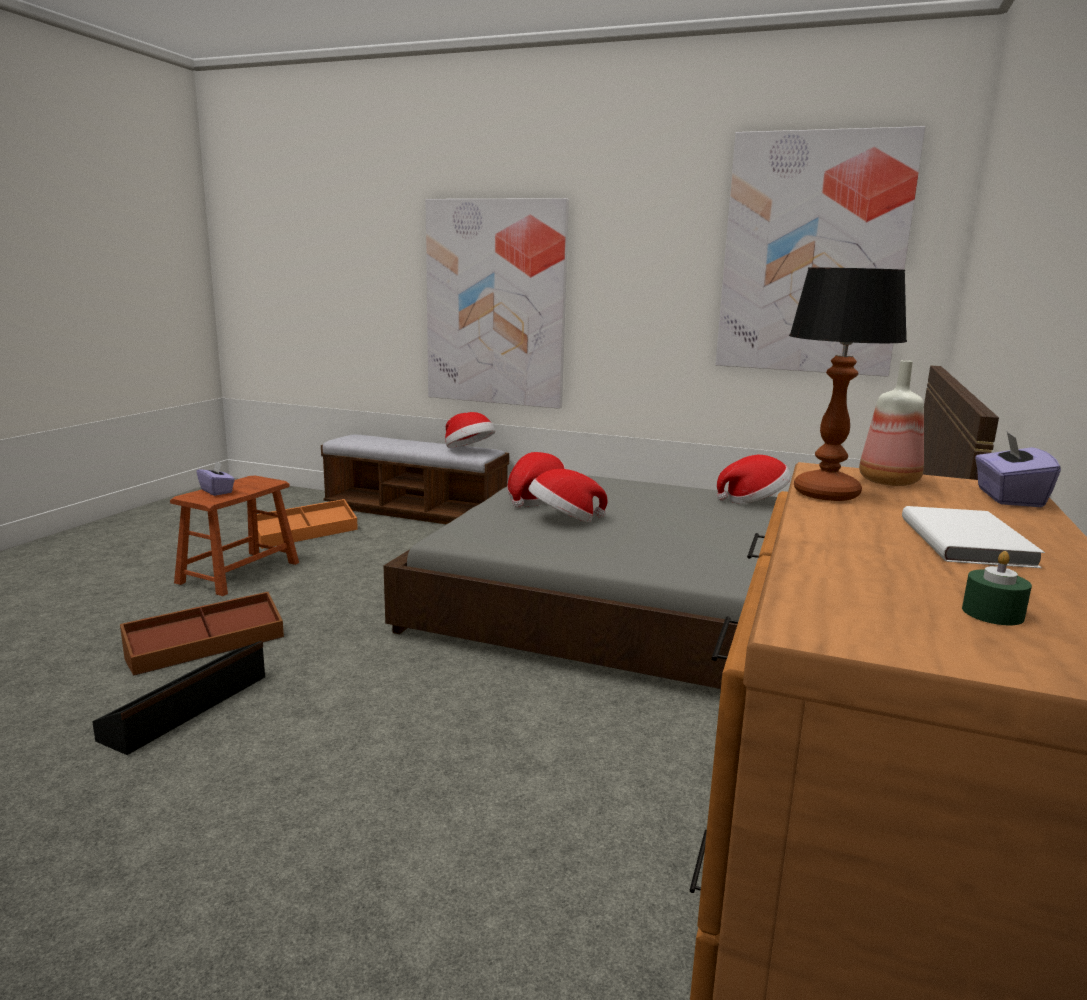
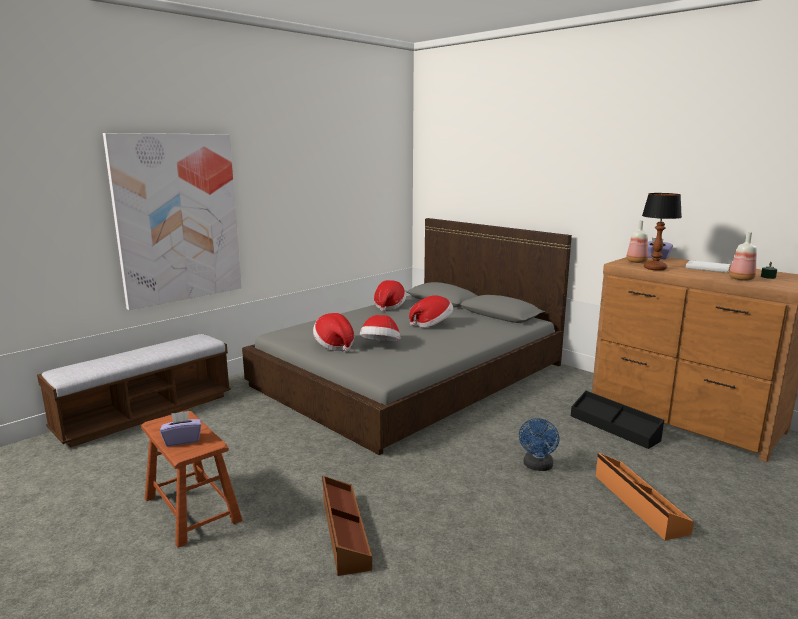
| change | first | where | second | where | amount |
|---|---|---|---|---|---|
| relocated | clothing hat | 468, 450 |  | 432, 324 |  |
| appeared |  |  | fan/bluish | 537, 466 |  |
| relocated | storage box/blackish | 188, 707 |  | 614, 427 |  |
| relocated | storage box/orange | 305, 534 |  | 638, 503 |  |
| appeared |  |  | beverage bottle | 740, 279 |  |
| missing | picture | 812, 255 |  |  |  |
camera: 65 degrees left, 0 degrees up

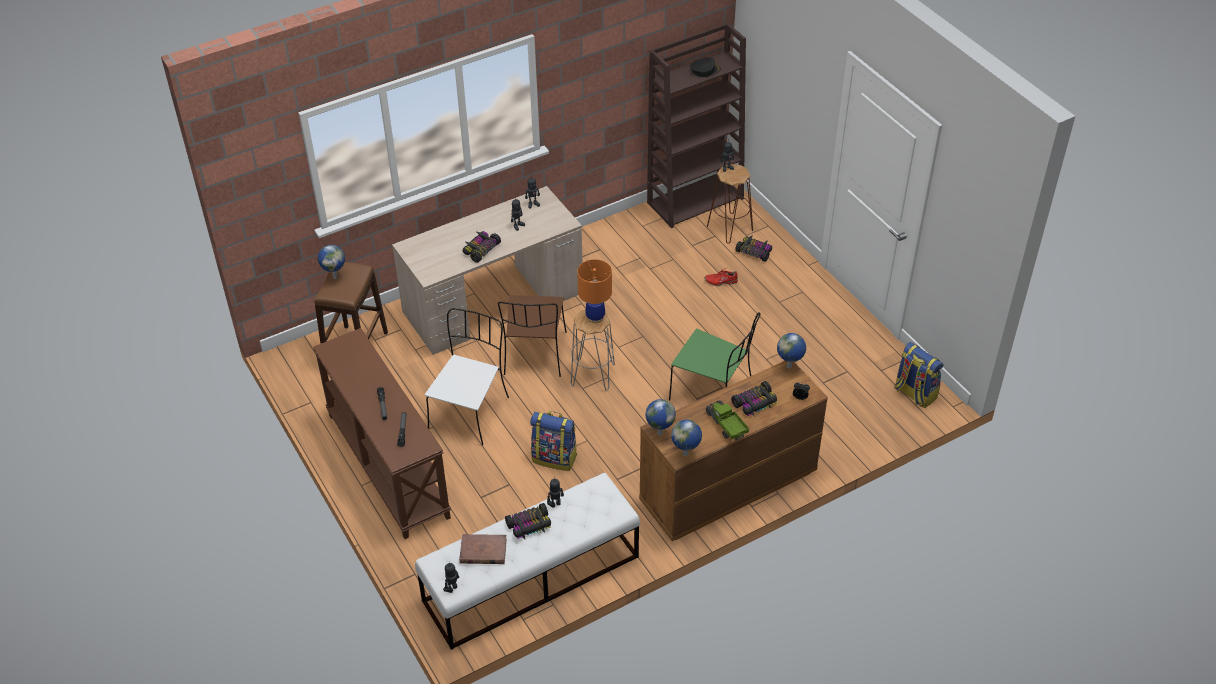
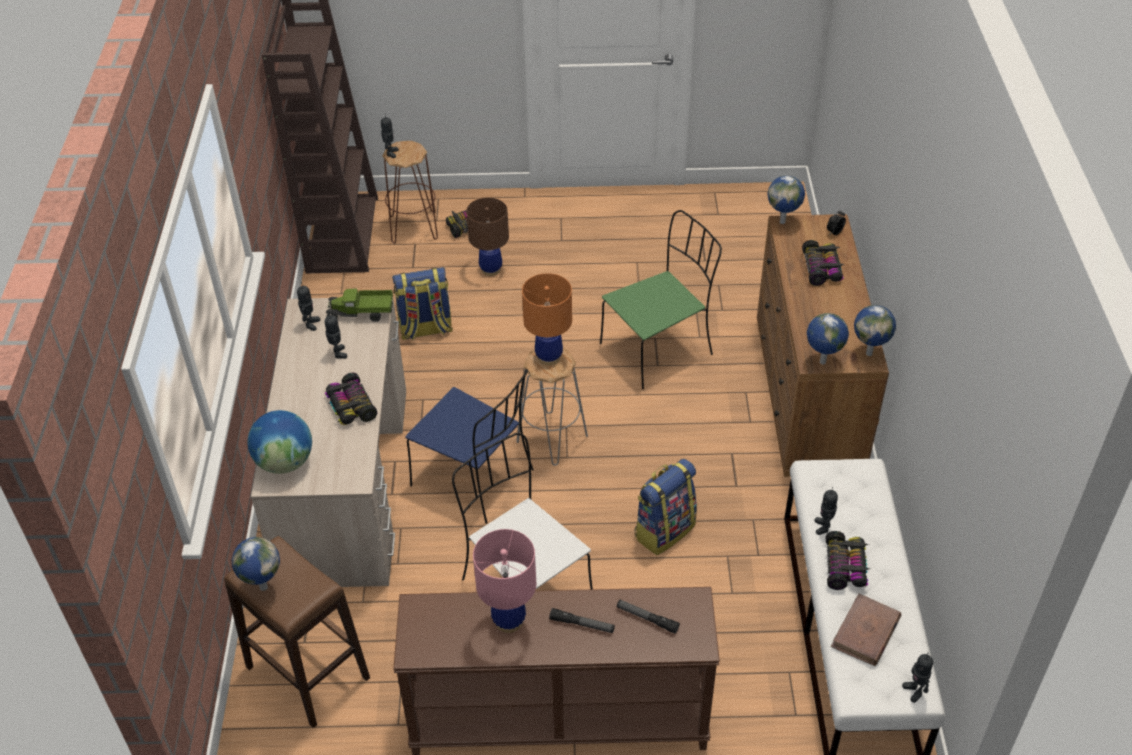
| change | first | where | second | where | amount |
|---|---|---|---|---|---|
| appeared |  |  | desk globe | 285, 462 |  |
| relocated | toy lorry | 725, 425 |  | 361, 313 |  |
| relocated | knapsack | 914, 393 |  | 425, 329 |  |
| colour | plain chair/brown | 535, 355 | plain chair/bluish | 475, 479 |  |
| exchanged | item of footwear/reddish | 721, 281 | lamp for a table/brown | 491, 269 |  |
| appeared |  |  | lamp for a table/pink-coloured | 509, 621 |  |
| missing | peaked cap/blackish | 705, 70 |  |  |  |
camera: 60 degrees left, 0 degrees up

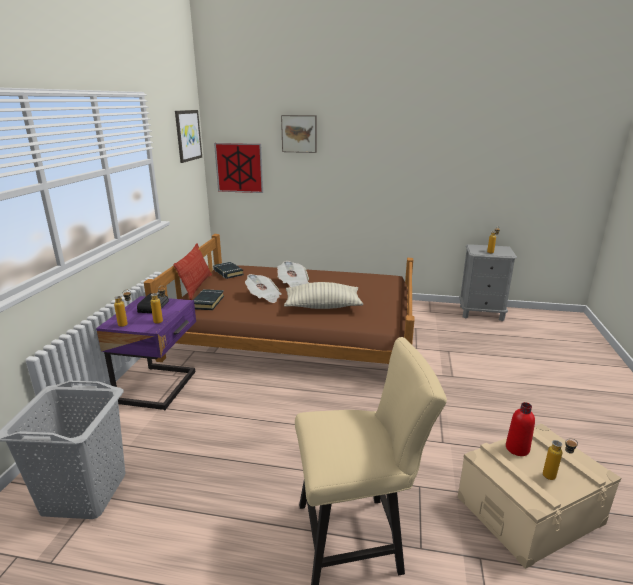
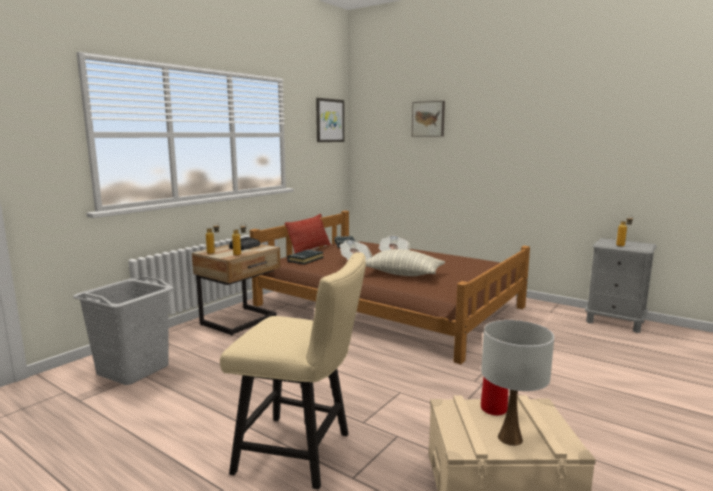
| change | first | where | second | where | amount |
|---|---|---|---|---|---|
| colour | bedside table/purplish | 160, 388 | bedside table/beige | 241, 321 |  |
| exchanged | beverage bottle | 554, 477 | lamp for a table/white-coloured | 510, 438 |  |
| missing | picture | 239, 168 |  |  |  |
camera: 25 degrees right, 10 degrees down

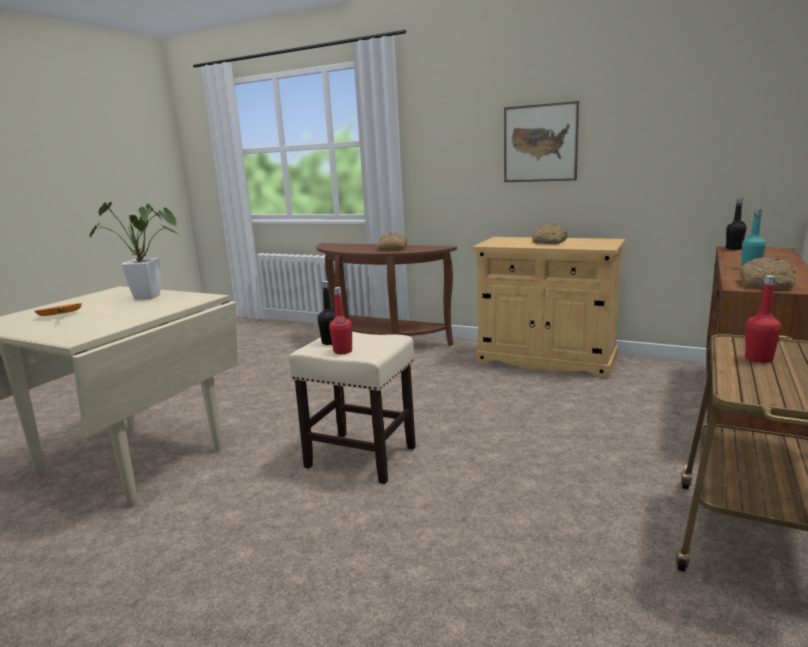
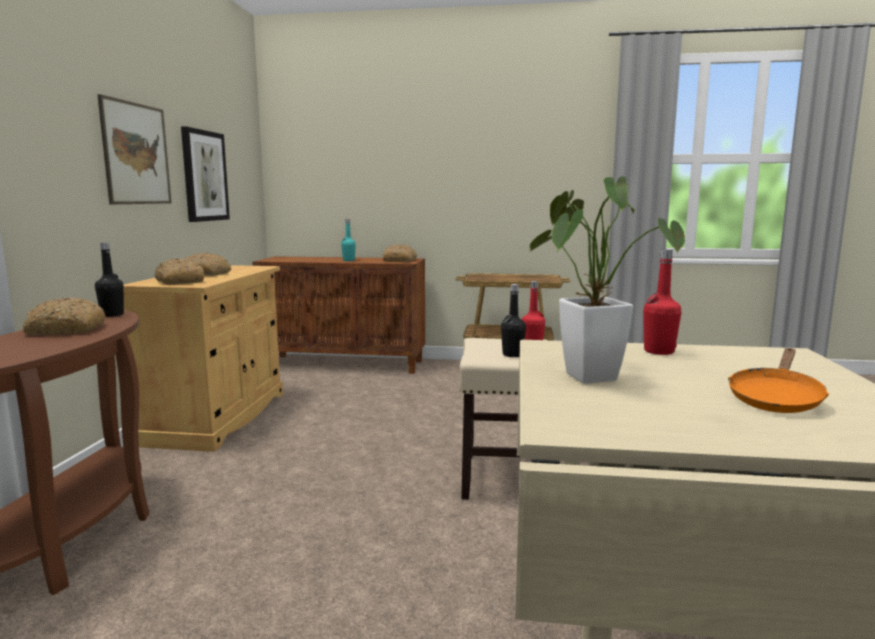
| change | first | where | second | where | amount |
|---|---|---|---|---|---|
| relocated | beverage bottle/blackish | 734, 249 |  | 112, 315 |  |
| appeared |  |  | bakery bread | 179, 282 |  |
| appeared |  |  | picture | 204, 176 |  |
| relocated | beverage bottle/reddish | 759, 359 |  | 659, 351 |  |
camera: 110 degrees left, 5 degrees down

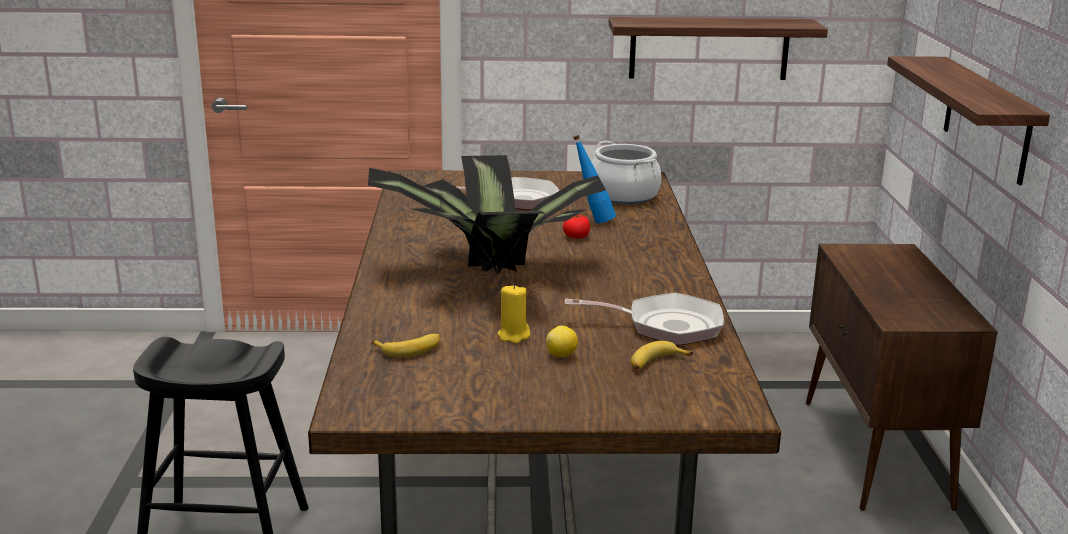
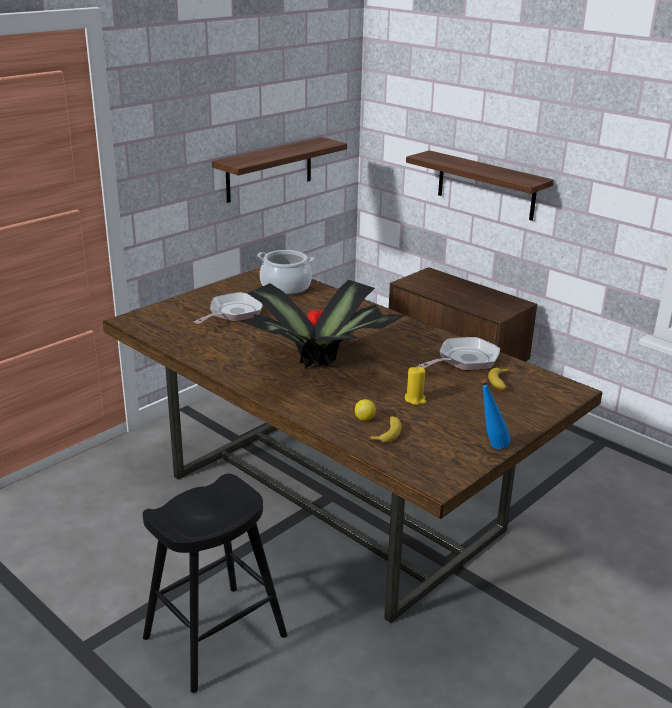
| change | first | where | second | where | amount |
|---|---|---|---|---|---|
| relocated | citrus fruit | 561, 355 |  | 365, 418 |  |
| relocated | beverage bottle/bluish | 592, 221 |  | 490, 448 |  |
camera: 45 degrees left, 5 degrees up

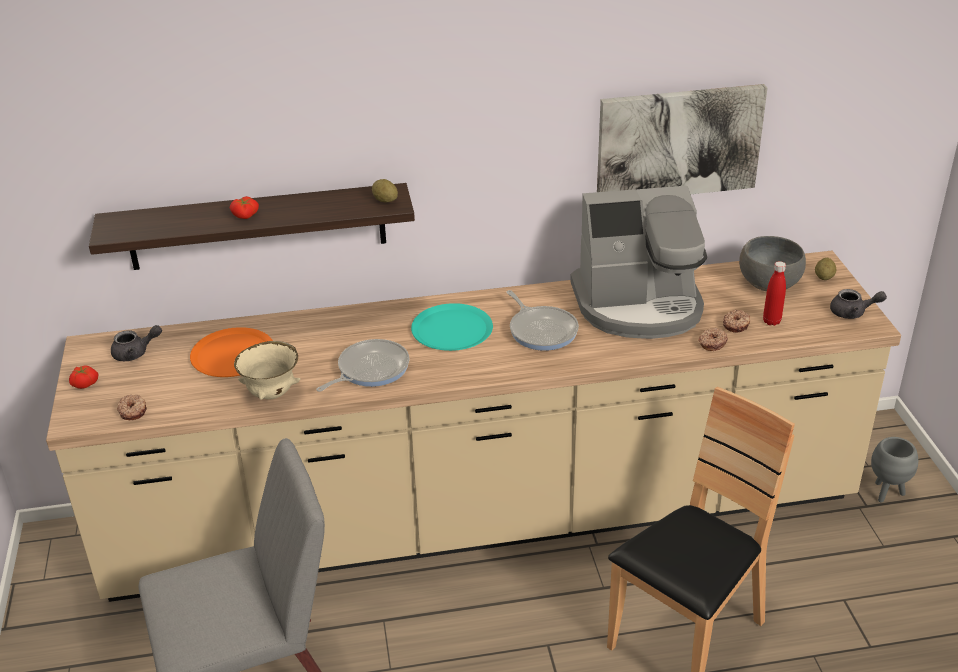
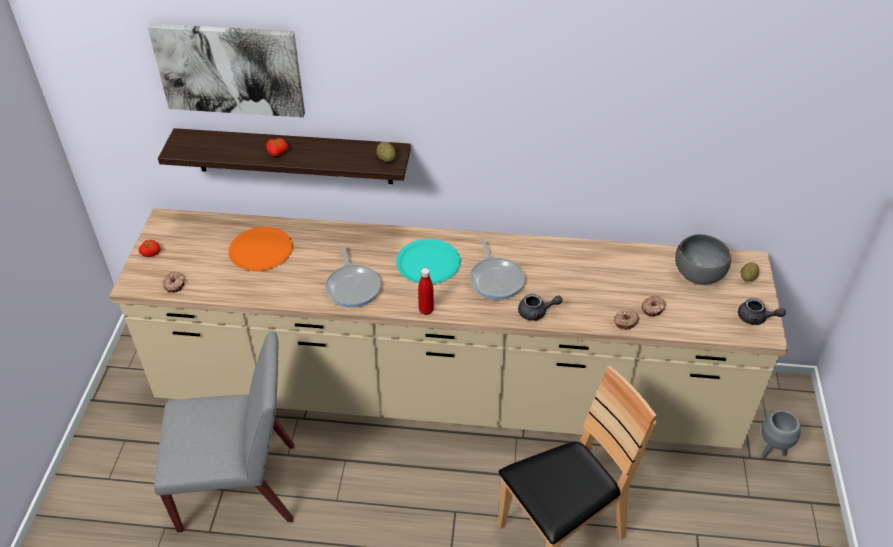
| change | first | where | second | where | amount |
|---|---|---|---|---|---|
| relocated | picture | 678, 142 |  | 230, 69 |  |
| spun | frying pan | 370, 369 |  | 353, 286 | 105 degrees clockwise |
| relocated | beverage bottle/reddish | 771, 321 |  | 426, 310 |  |
| relocated | pot for tea/grey | 135, 353 |  | 536, 312 |  |
| missing | deep dish/beige | 272, 394 |  |  |  |
| missing | coffee brewer | 639, 306 |  |  |  |
camera: 15 degrees right, 10 degrees up

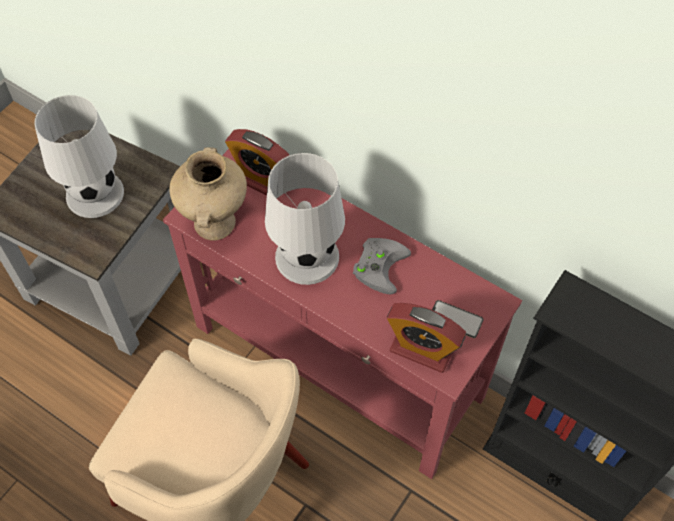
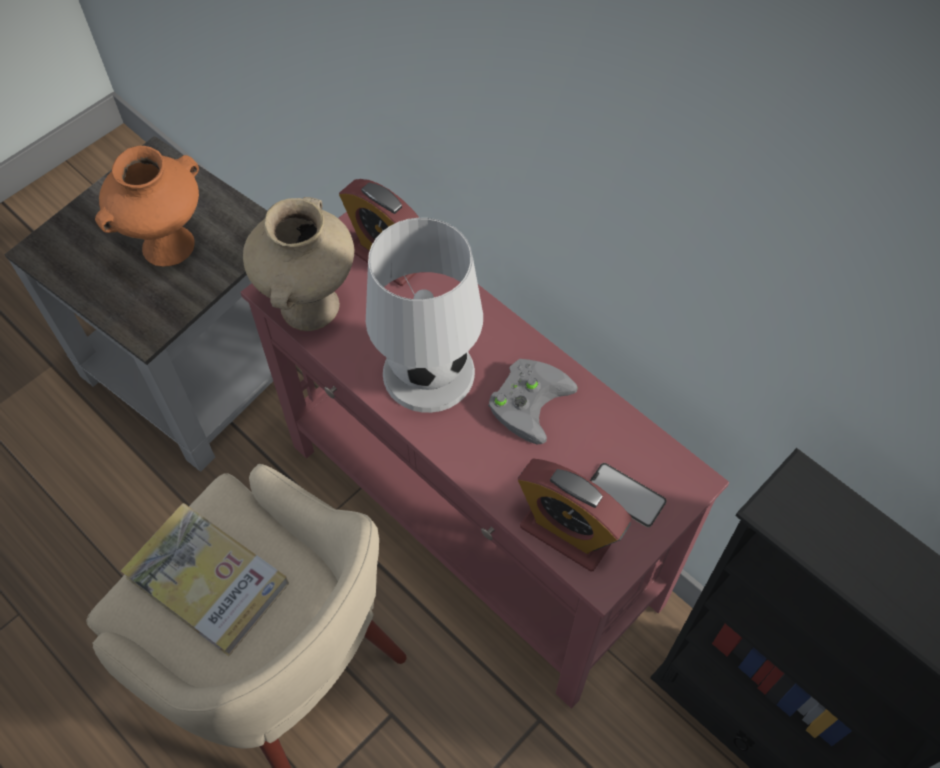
| change | first | where | second | where | amount |
|---|---|---|---|---|---|
| exchanged | lamp for a table/white-coloured | 94, 194 | decorative vase/orange | 168, 247 |  |
| appeared |  |  | volume | 207, 580 |  |
camera: 10 degrees right, 0 degrees up

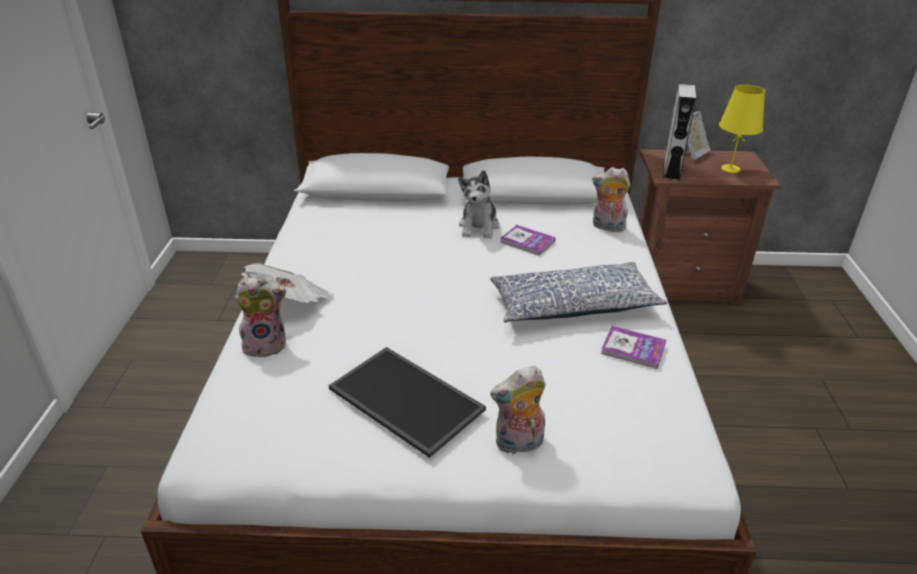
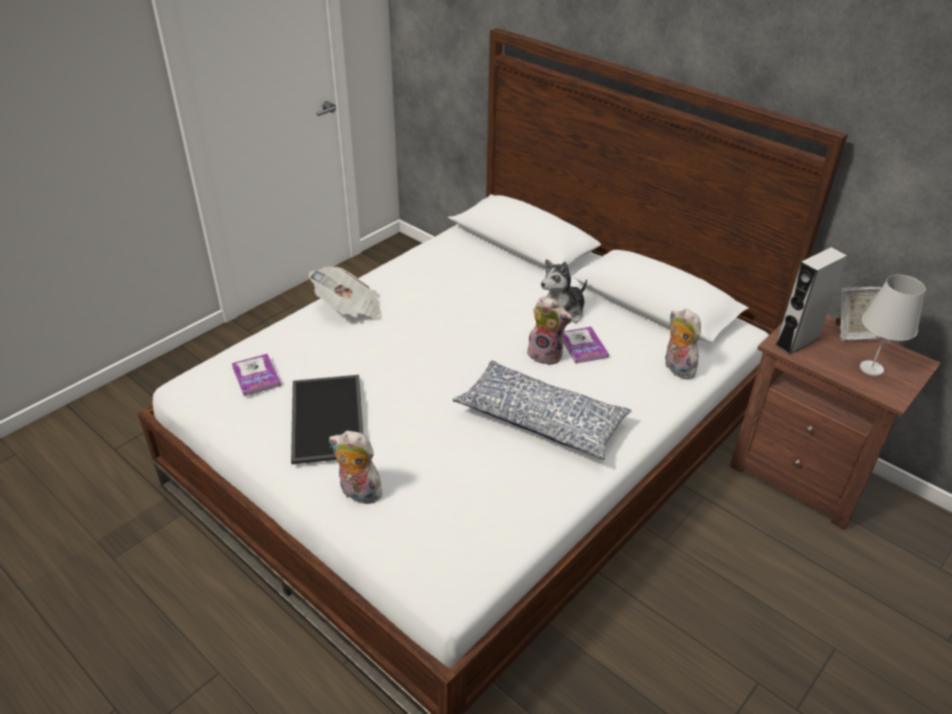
| change | first | where | second | where | amount |
|---|---|---|---|---|---|
| relocated | volume | 633, 348 |  | 256, 376 |  |
| relocated | soft toy | 266, 345 |  | 546, 355 |  |
| colour | lamp for a table/yellowish | 730, 169 | lamp for a table/white-coloured | 871, 368 |  |
camera: 40 degrees right, 5 degrees up

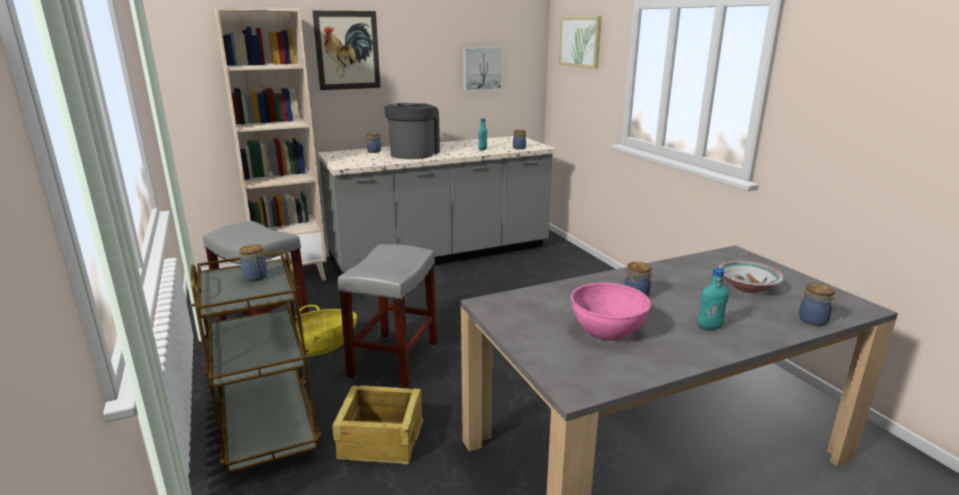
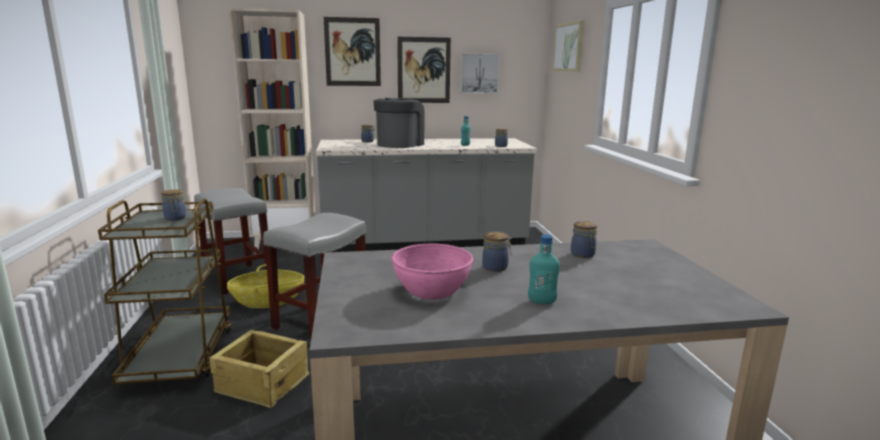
| change | first | where | second | where | amount |
|---|---|---|---|---|---|
| appeared |  |  | picture | 424, 70 |  |
| relocated | storage jar | 814, 321 |  | 583, 255 |  |
| missing | deep dish | 746, 287 |  |  |  |
camera: 15 degrees right, 5 degrees down

